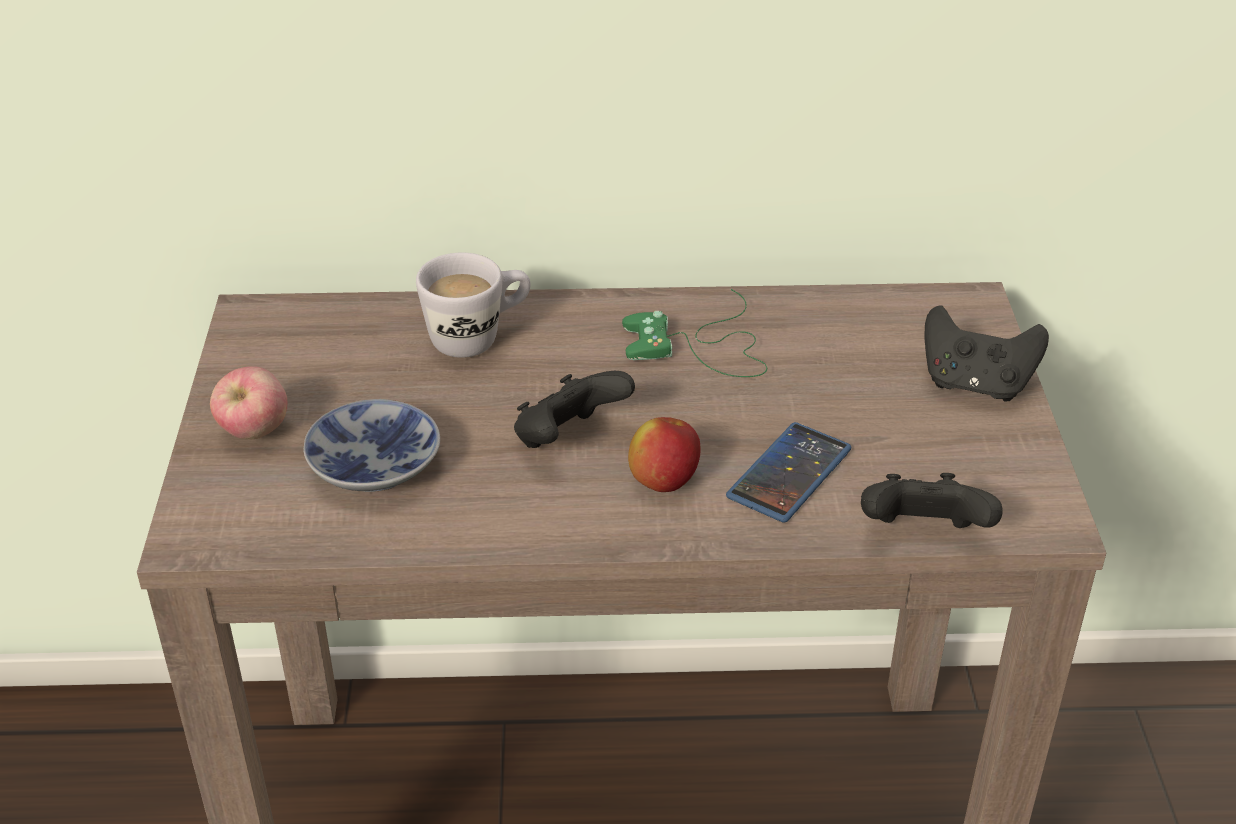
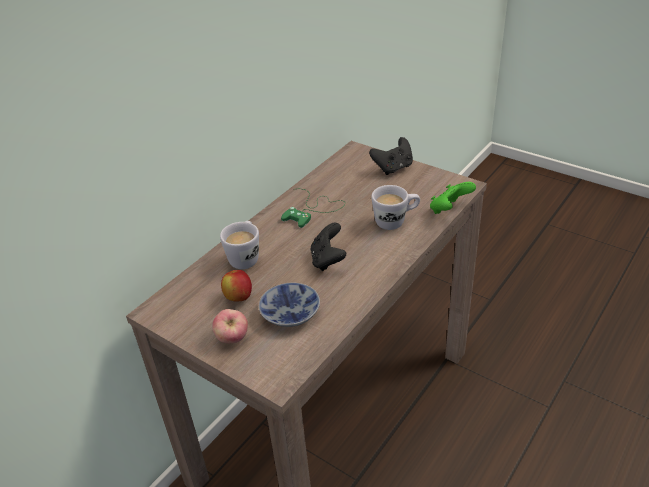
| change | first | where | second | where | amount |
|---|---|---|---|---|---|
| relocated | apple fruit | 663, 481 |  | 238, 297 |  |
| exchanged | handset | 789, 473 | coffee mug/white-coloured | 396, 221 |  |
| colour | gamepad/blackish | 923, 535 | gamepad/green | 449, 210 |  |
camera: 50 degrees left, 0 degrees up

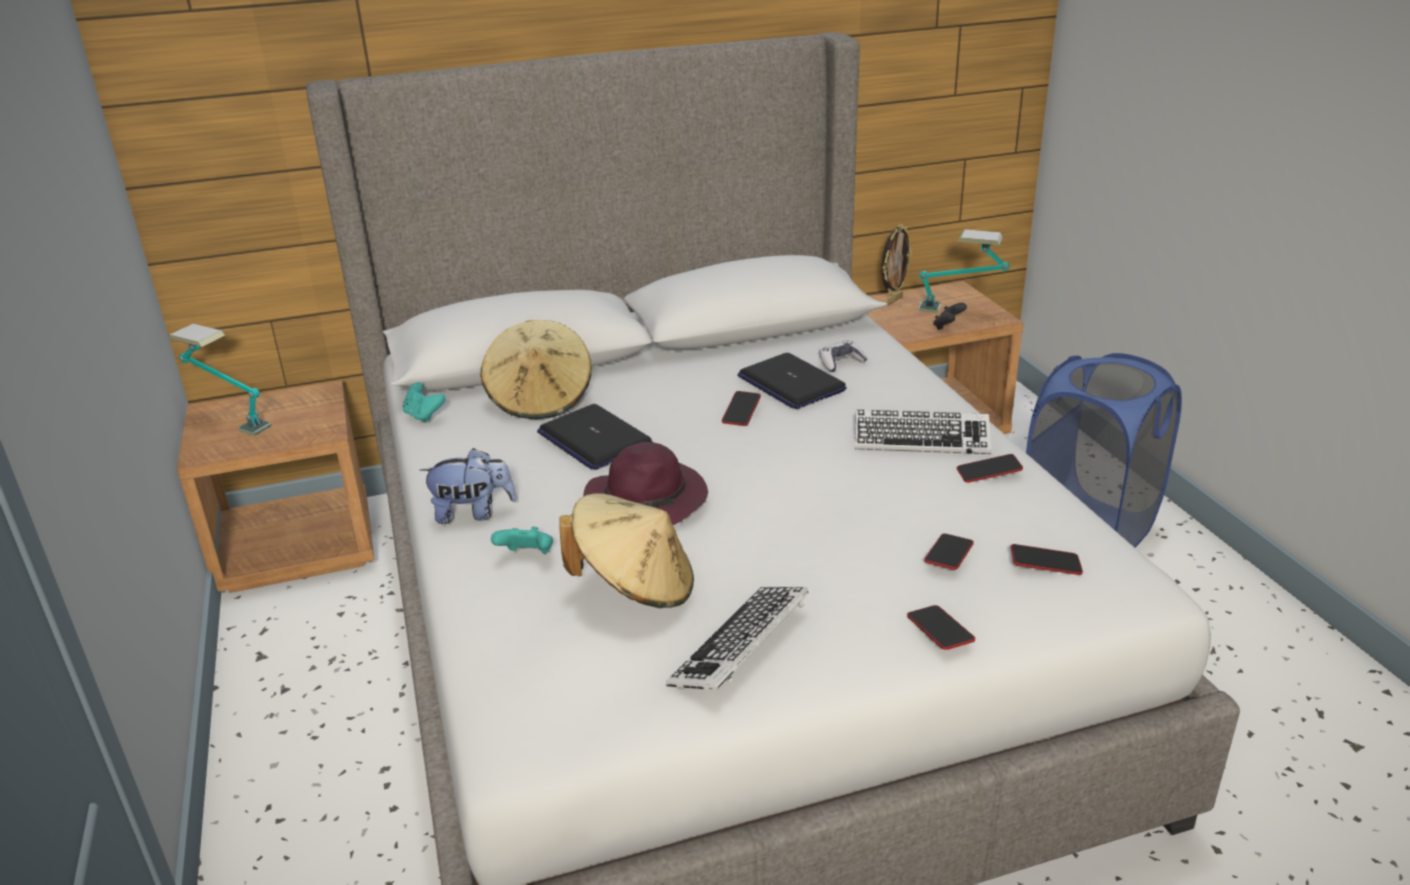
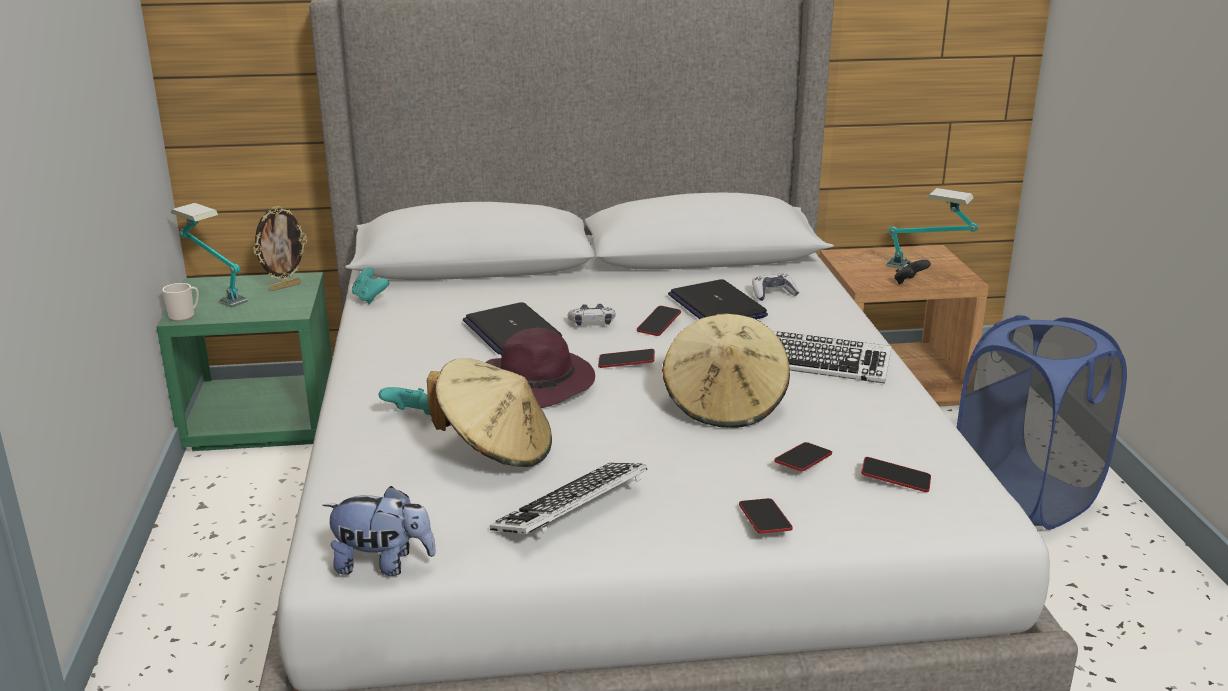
| change | first | where | second | where | amount |
|---|---|---|---|---|---|
| colour | bedside table/brown | 298, 548 | bedside table/green | 263, 422 |  |
| appeared |  |  | coffee mug | 184, 316 |  |
| relocated | photo frame | 893, 300 |  | 285, 286 |  |
| relocated | soft toy | 473, 513 |  | 383, 564 |  |
| appeared |  |  | gamepad | 592, 323 |  |
| relocated | handset | 989, 472 |  | 626, 362 |  |
| relocated | clothing hat/beige | 540, 399 |  | 725, 404 |  |
camera: 10 degrees right, 5 degrees down

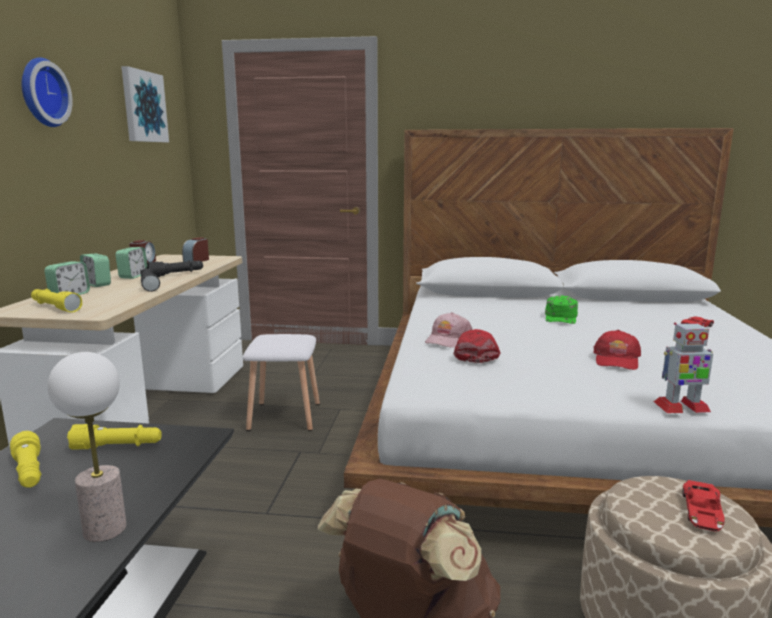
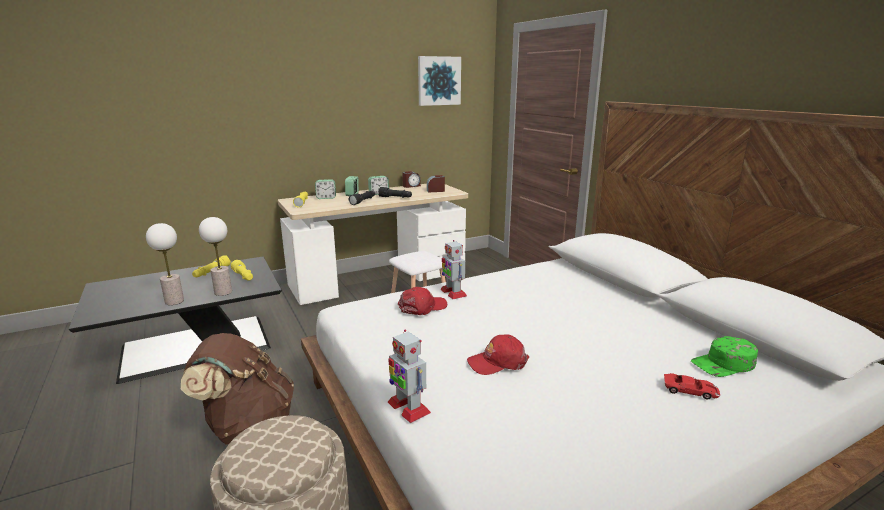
| change | first | where | second | where | amount |
|---|---|---|---|---|---|
| appeared |  |  | lamp for a table | 223, 292 |  |
| exchanged | peaked cap/pink-coloured | 447, 339 | toy robot | 453, 292 |  |
| relocated | peaked cap/green | 561, 317 |  | 724, 364 |  |
| missing | clock on the wall | 41, 93 |  |  |  |
| missing | model car/reddish | 702, 512 |  |  |  |
camera: 55 degrees right, 5 degrees up

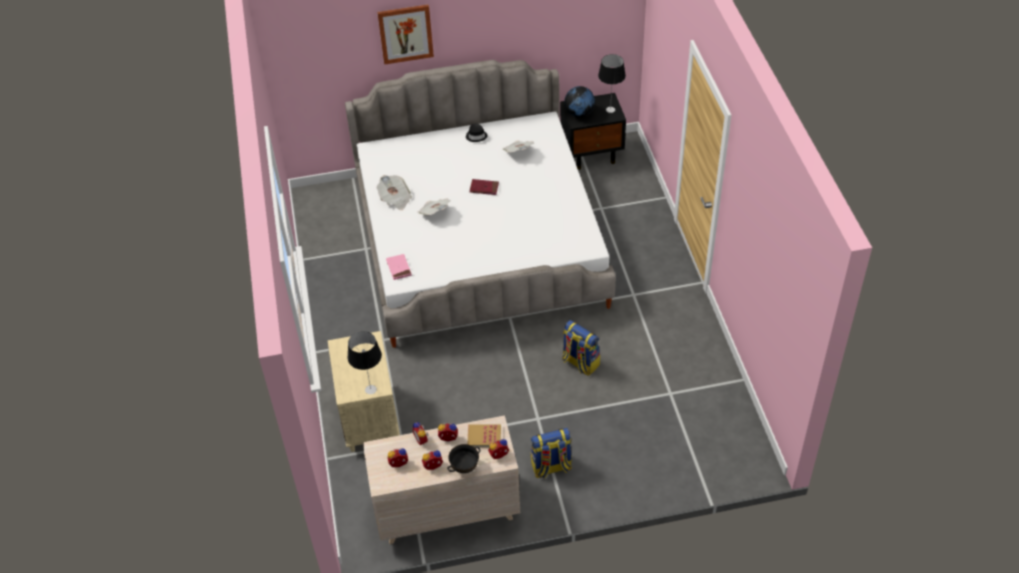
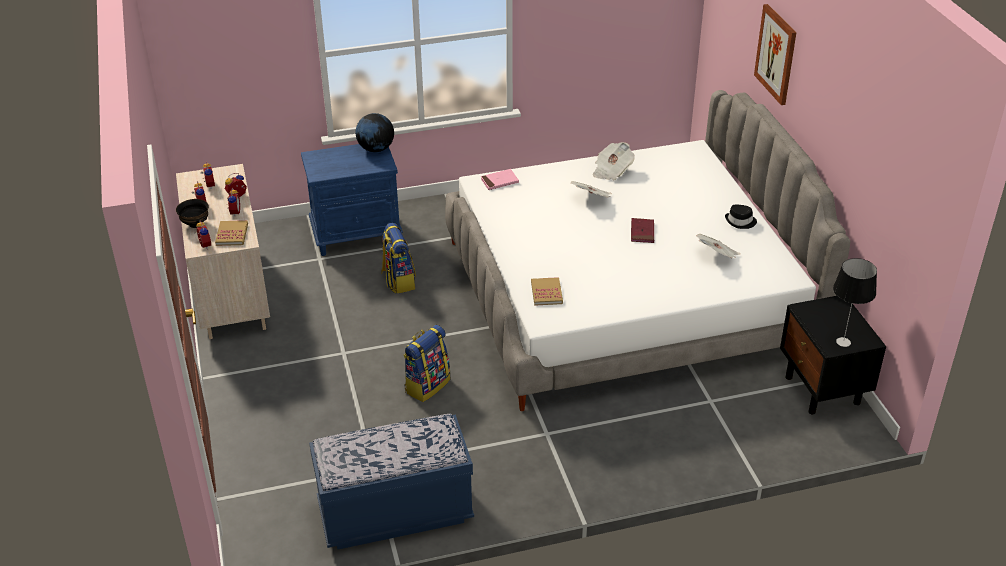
| change | first | where | second | where | amount |
|---|---|---|---|---|---|
| colour | bedside table/beige | 369, 417 | bedside table/bluish | 357, 235 |  |
| appeared |  |  | long seat/bluish | 395, 513 |  |
| relocated | desk globe | 579, 113 |  | 376, 149 |  |
| relocated | knapsack | 551, 467 |  | 398, 281 |  |
| appeared |  |  | volume | 546, 293 |  |
| missing | lamp for a table | 370, 389 |  |  |  |
camera: 85 degrees right, 10 degrees down

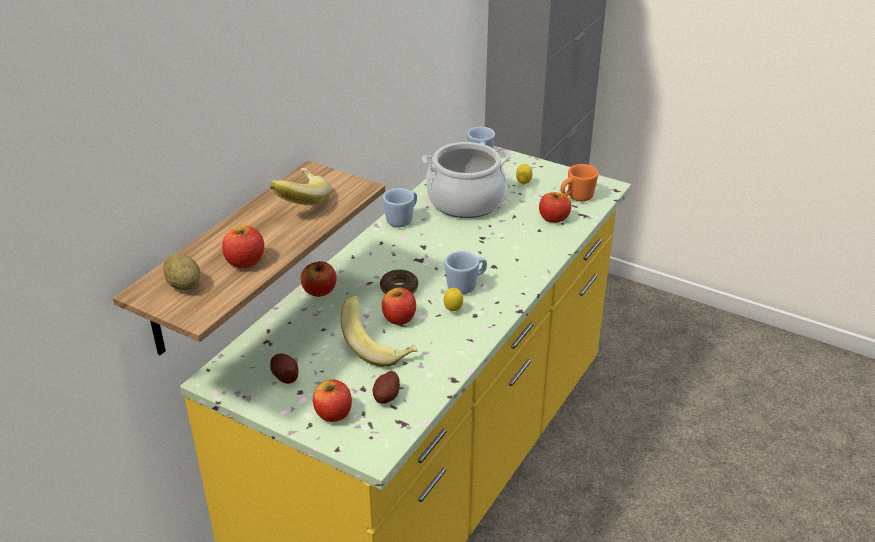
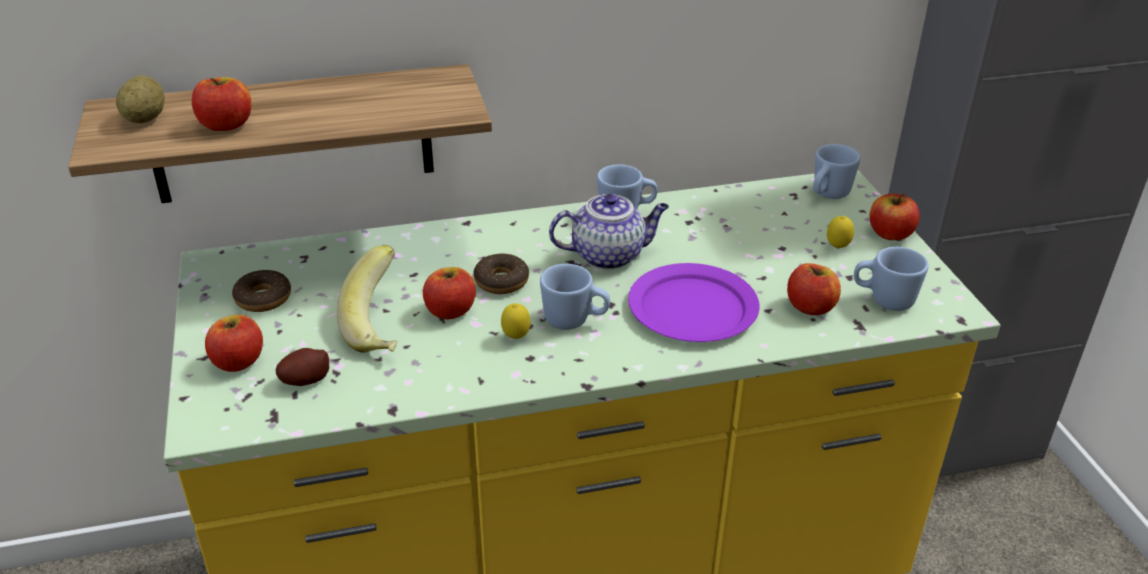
| change | first | where | second | where | amount |
|---|---|---|---|---|---|
| exchanged | spud | 285, 376 | ring doughnut | 263, 298 |  |
| appeared |  |  | pot for tea | 609, 255 |  |
| appeared |  |  | flat dish/purplish | 693, 308 |  |
| colour | coffee mug/orange | 576, 198 | coffee mug/bluish | 883, 300 |  |
| relocated | apple fruit | 319, 291 |  | 890, 234 |  |
| missing | banana | 299, 201 |  |  |  |
| missing | cooking pot | 466, 201 |  |  |  |
camera: 45 degrees right, 0 degrees up

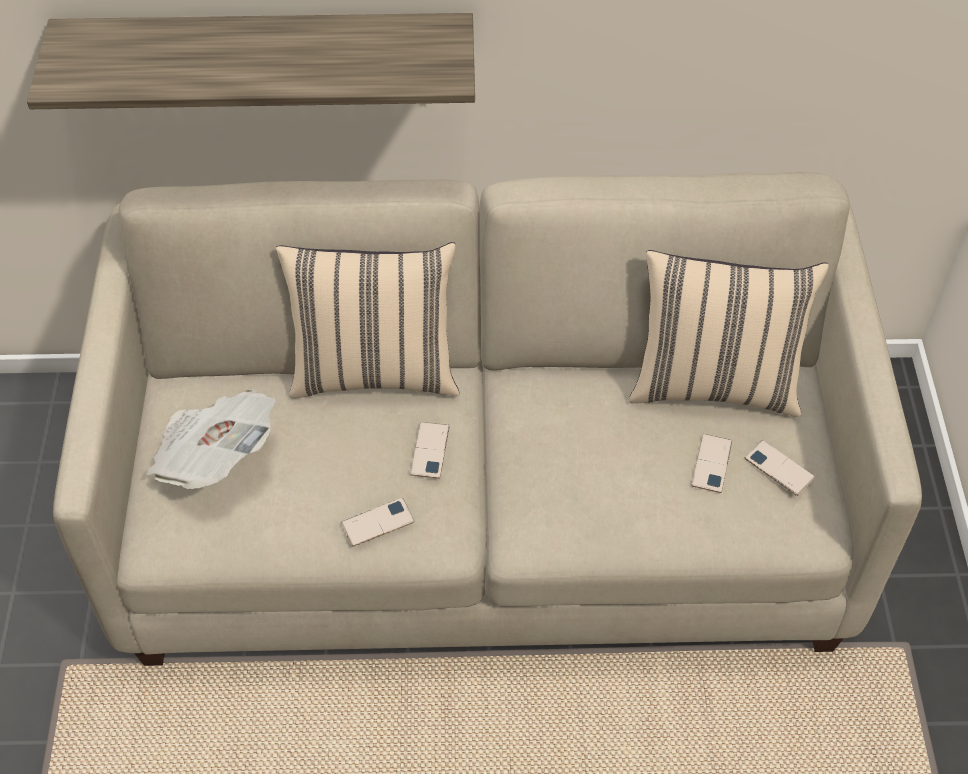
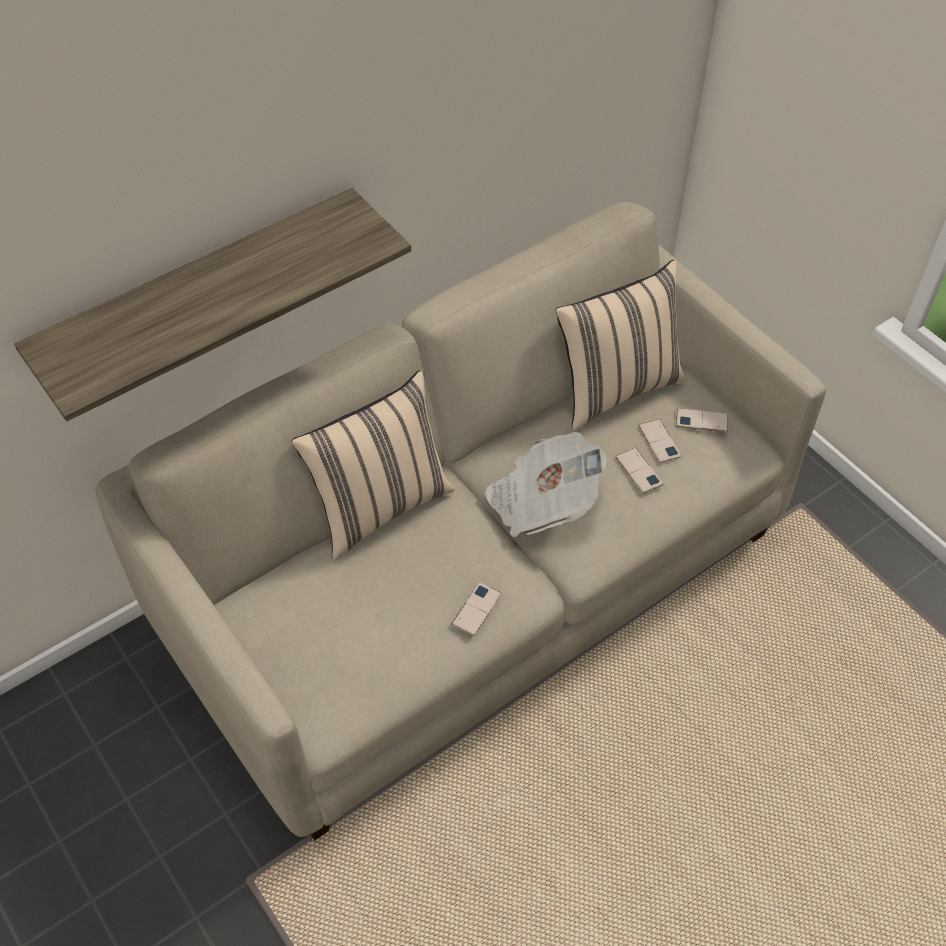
| change | first | where | second | where | amount |
|---|---|---|---|---|---|
| relocated | daily paper | 215, 457 |  | 542, 502 |  |
| relocated | handset | 430, 450 |  | 639, 470 |  |
camera: 35 degrees left, 0 degrees up

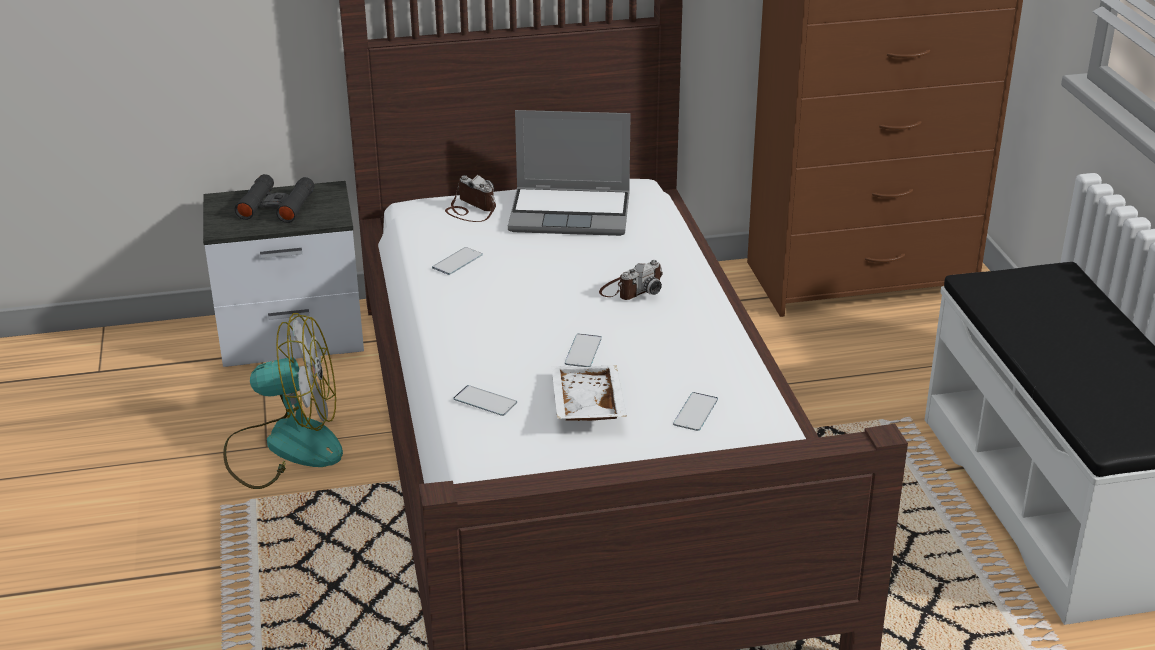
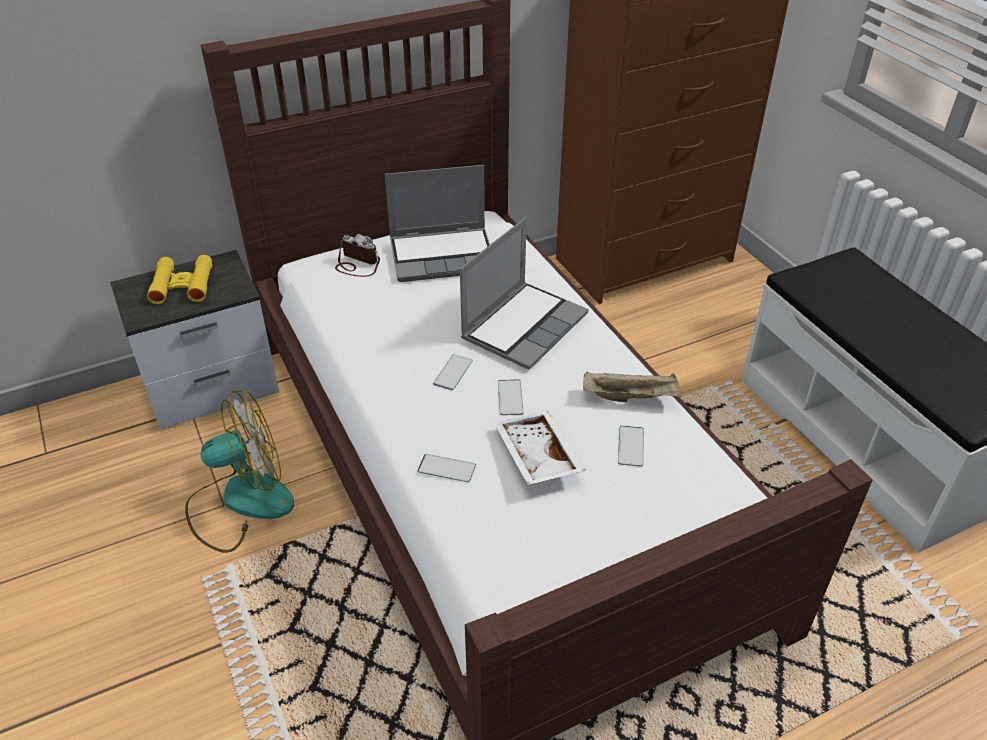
| change | first | where | second | where | amount |
|---|---|---|---|---|---|
| colour | pair of binoculars/blackish | 276, 206 | pair of binoculars/yellowish | 183, 285 |  |
| relocated | handset | 457, 261 |  | 453, 372 |  |
| exchanged | photo camera | 631, 289 | laptop | 524, 325 |  |
| appeared |  |  | tray/beige | 631, 397 |  |
camera: 15 degrees left, 10 degrees up

